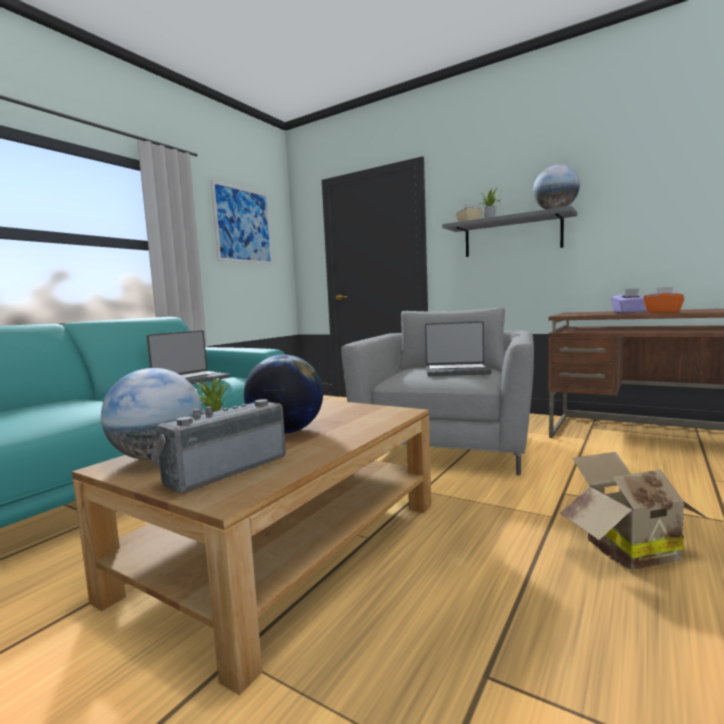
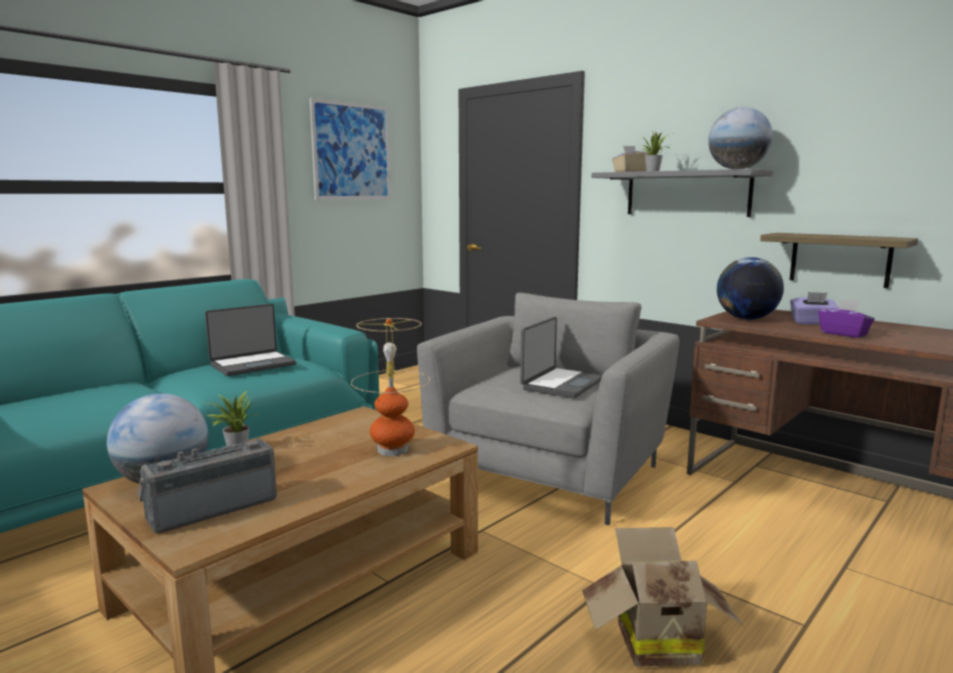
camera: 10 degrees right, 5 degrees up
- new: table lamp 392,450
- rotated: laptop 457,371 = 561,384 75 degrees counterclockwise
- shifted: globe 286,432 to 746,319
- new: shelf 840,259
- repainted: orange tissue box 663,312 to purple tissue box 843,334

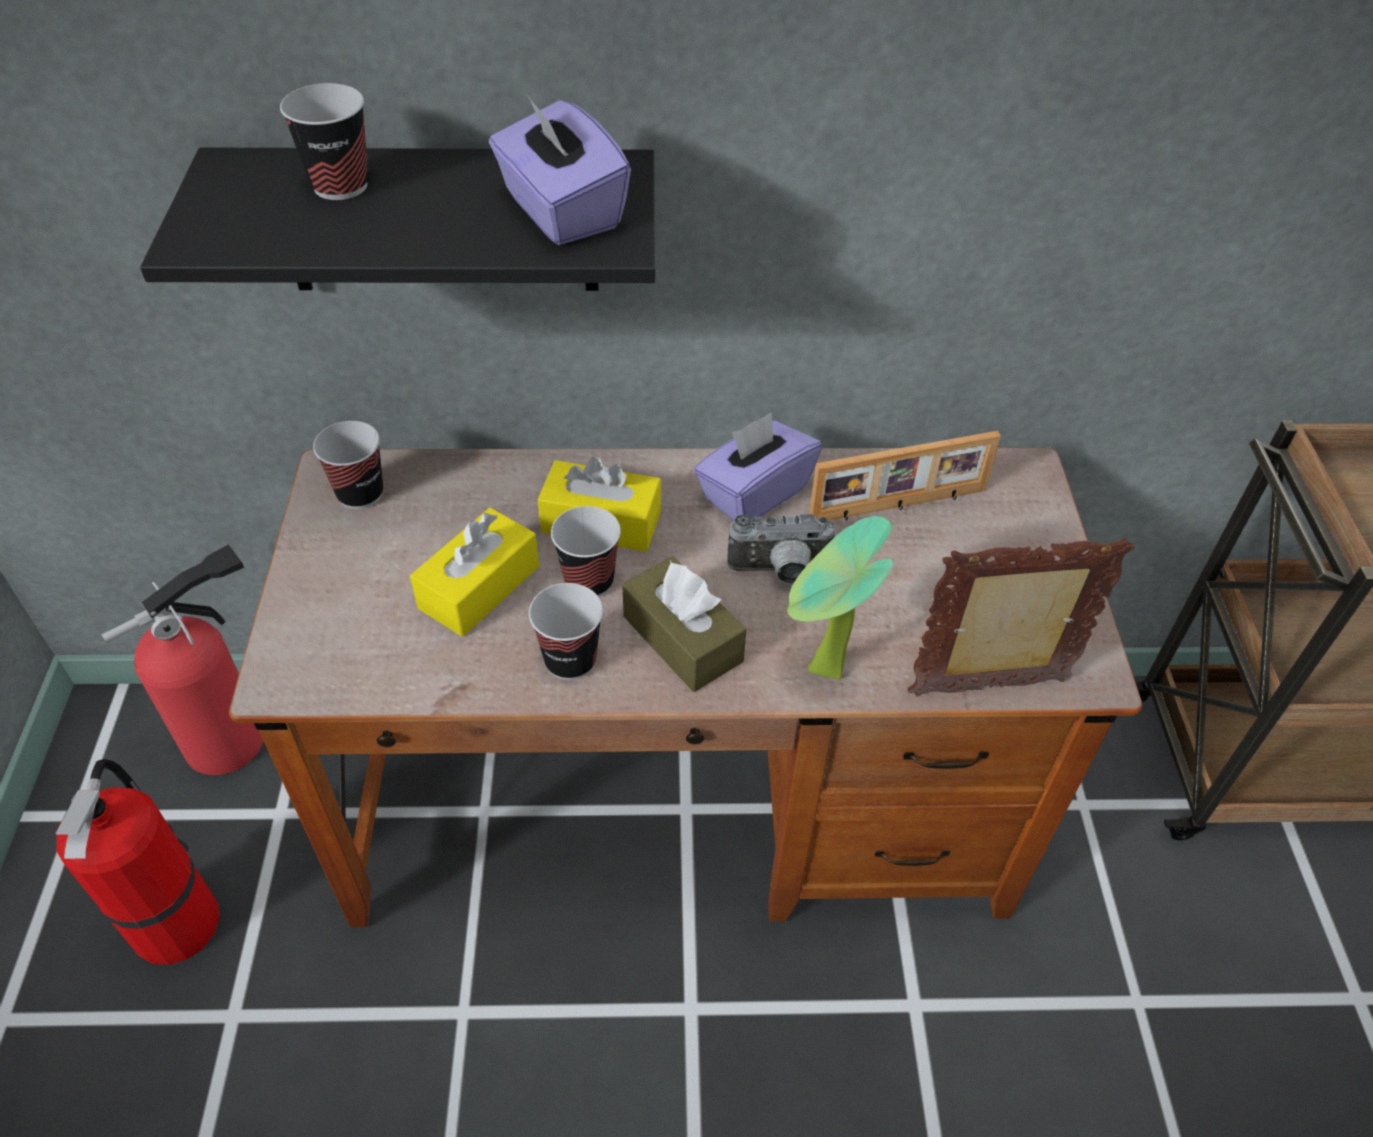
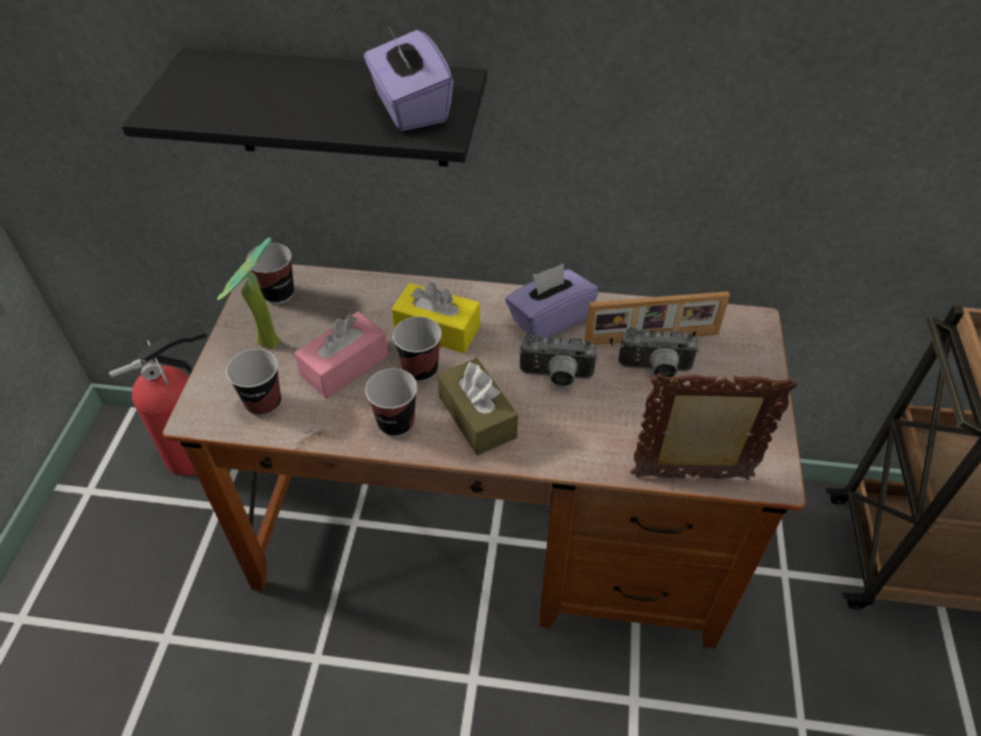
camera: 10 degrees right, 0 degrees up
- shifted: potted plant 821,674 to 264,345
- shifted: cup 340,185 to 263,403
- repainted: yellow tissue box 479,587 to pink tissue box 344,365
- new: photo camera 655,370
- gone: fire extinguisher 176,918

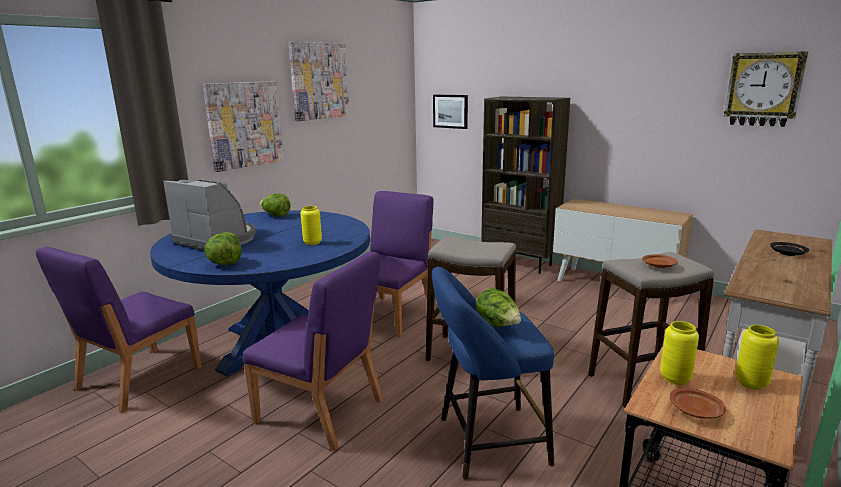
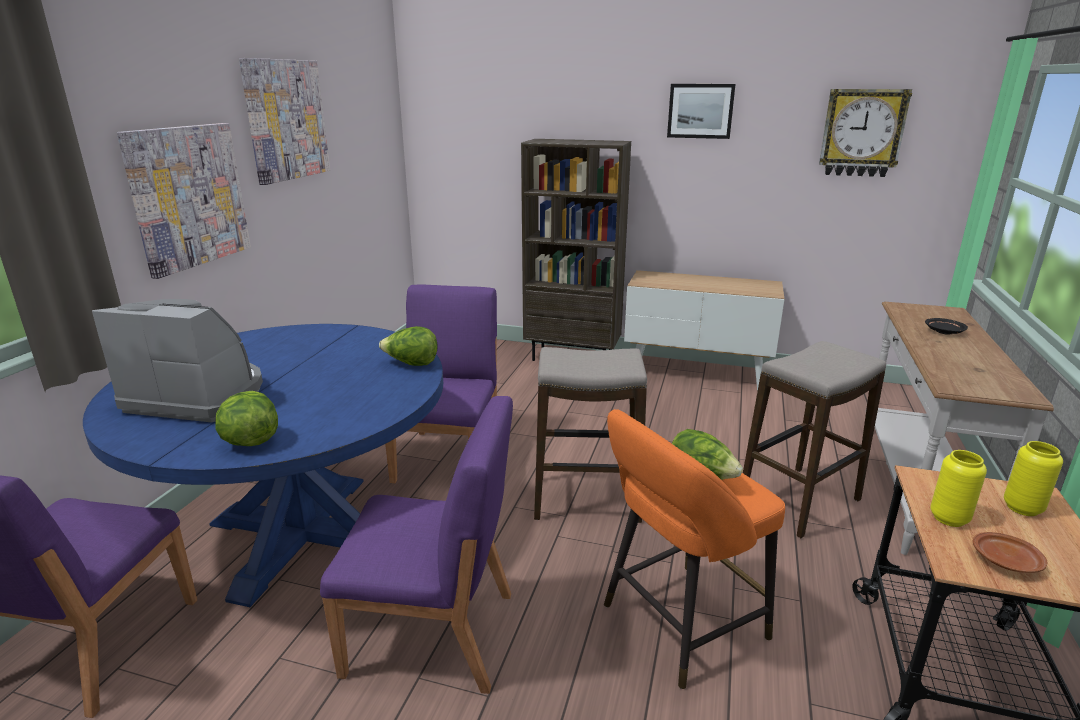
camera: 20 degrees left, 5 degrees up
- shifted: lettuce 275,216 to 411,364
- repainted: blue stool 487,442 to orange stool 677,625
- shifted: picture 450,111 to 700,111
- gone: yellow vase 312,243
- gone: brown plate 659,266

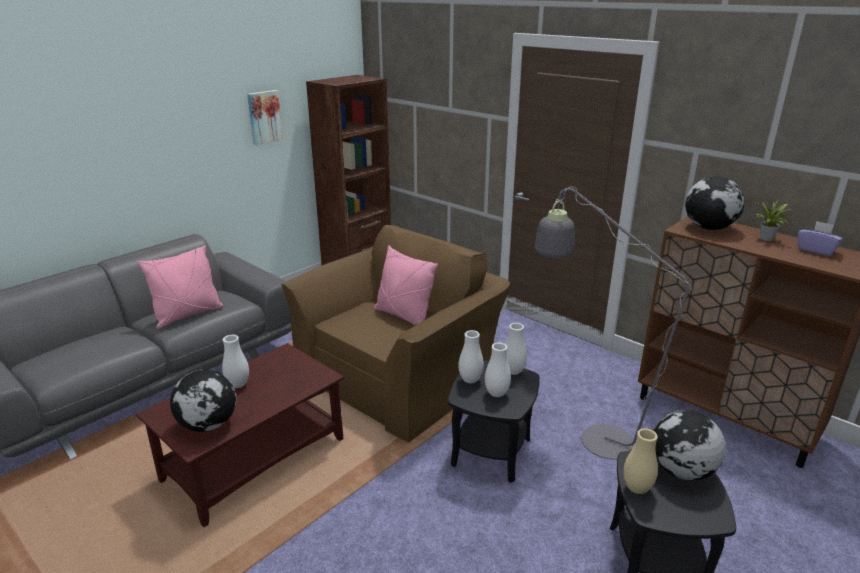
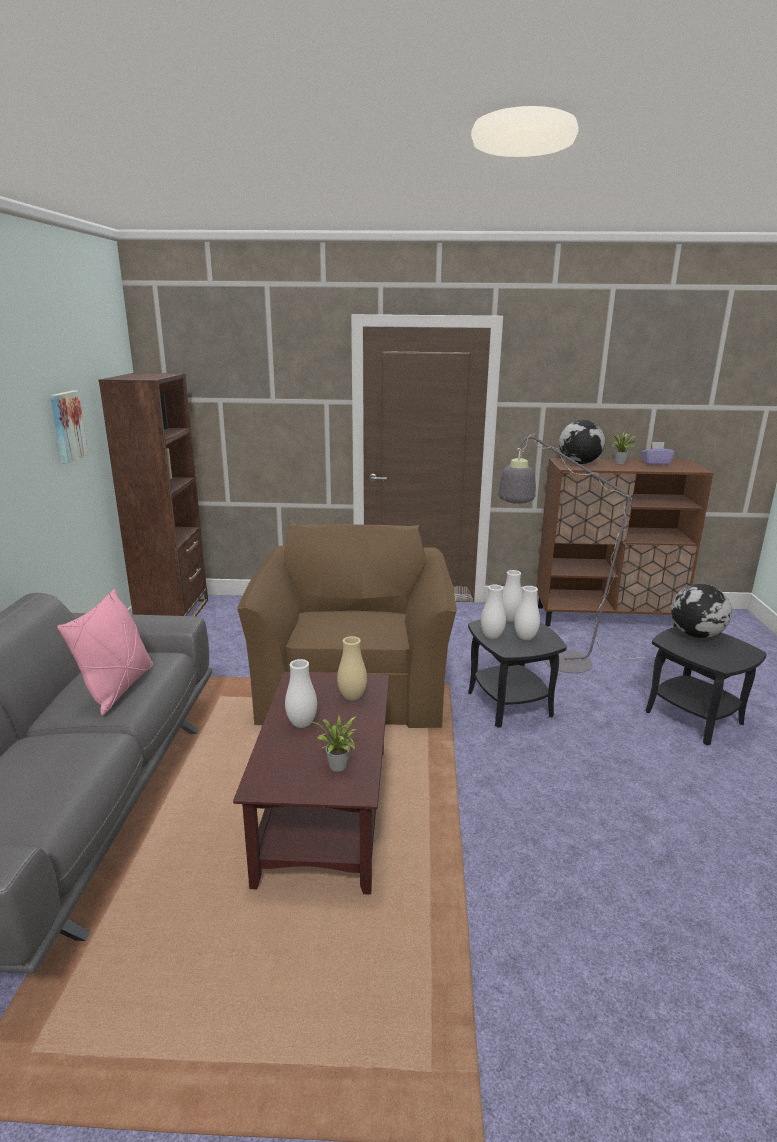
camera: 40 degrees left, 5 degrees down
- swapped: globe 209,424 to potted plant 338,767
- shifted: beige vase 636,488 to 352,697
- gone: pink pillow 403,316

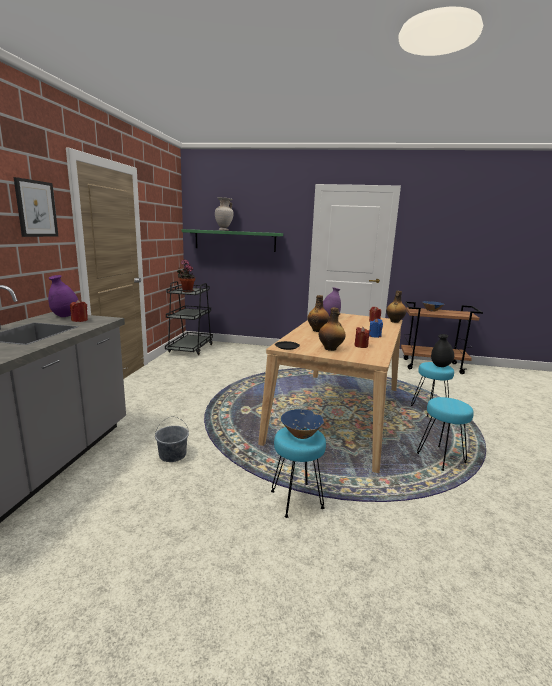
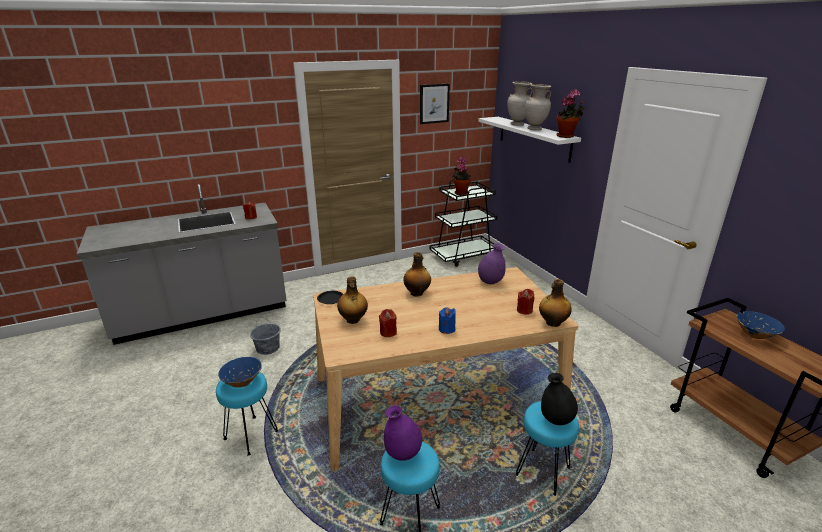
camera: 55 degrees right, 10 degrees up
- shifted: purple vase 65,316 to 403,454
- shifted: picture 36,208 to 434,103
- repainted: green shelf 235,240 to white shelf 533,138
- new: beige vase 534,129
- new: potted plant 566,136

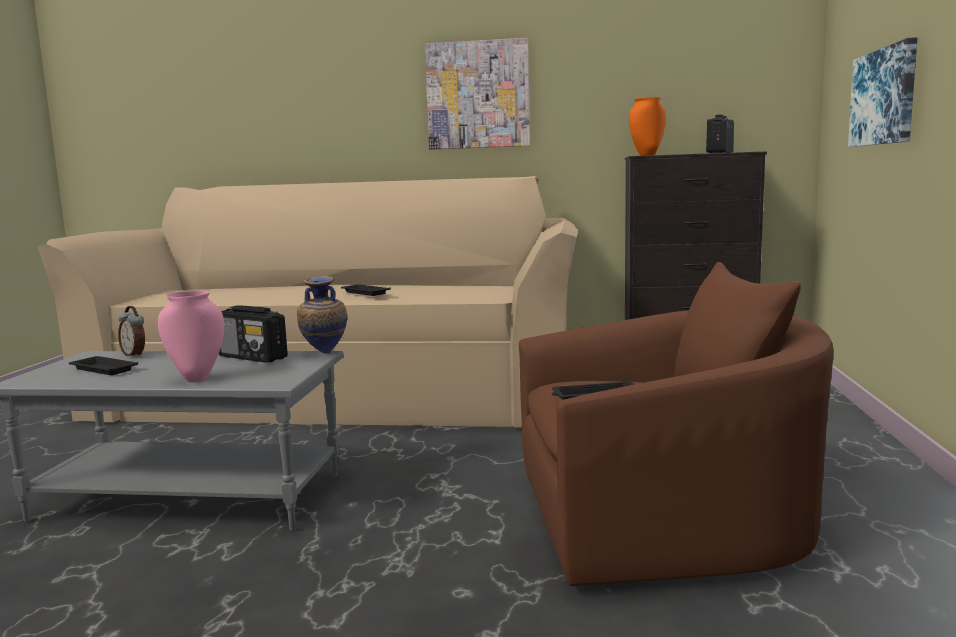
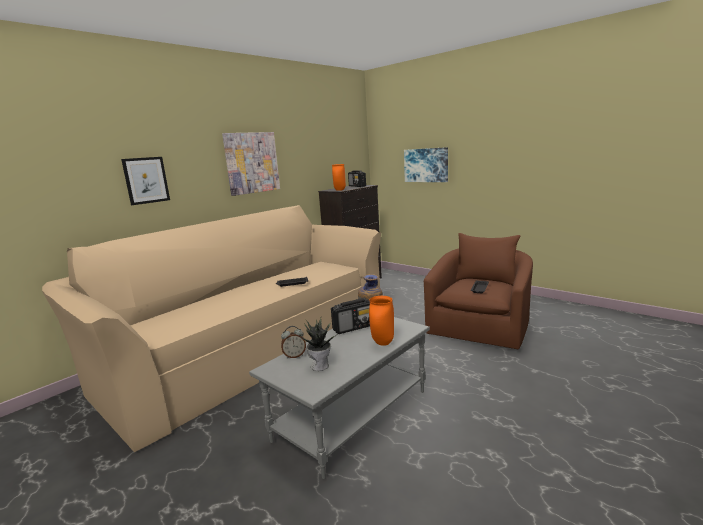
camera: 55 degrees left, 5 degrees up
- new: picture 146,180
- swapped: black tray 103,369 to potted plant 320,366
- repainted: pink vase 196,379 to orange vase 383,343

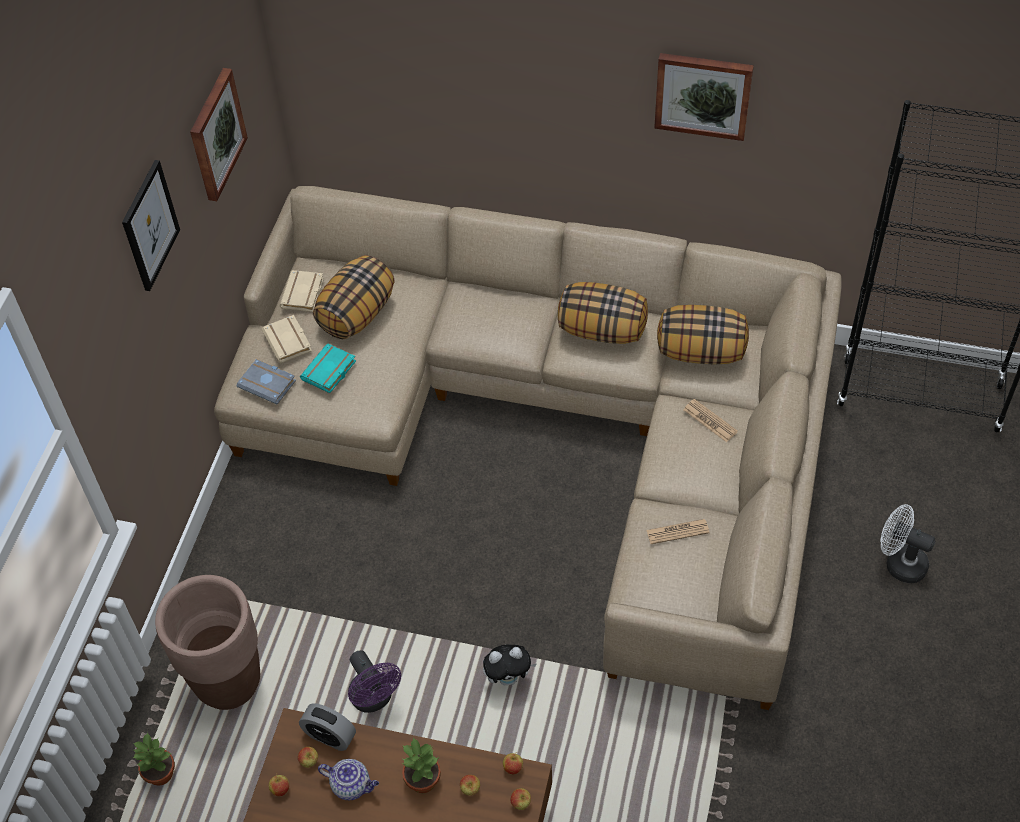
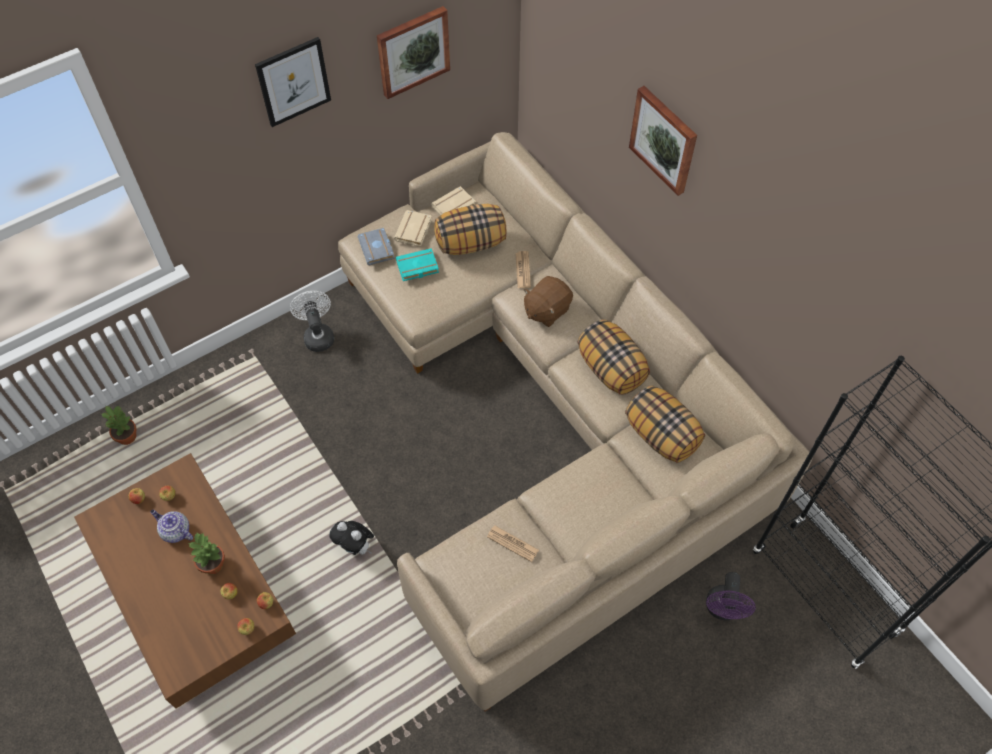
camera: 40 degrees right, 5 degrees up
- rotated: teapot 352,785 = 175,531 150 degrees clockwise
- shifted: white fan 899,563 to 317,335
- shifted: newspaper 710,421 to 523,270
- new: brown plush toy 546,310
- shifted: picture 703,94 to 664,140
- shifted: purple fan 374,699 to 722,610
- gone: brown planter 228,682
- gone: alarm clock 330,736

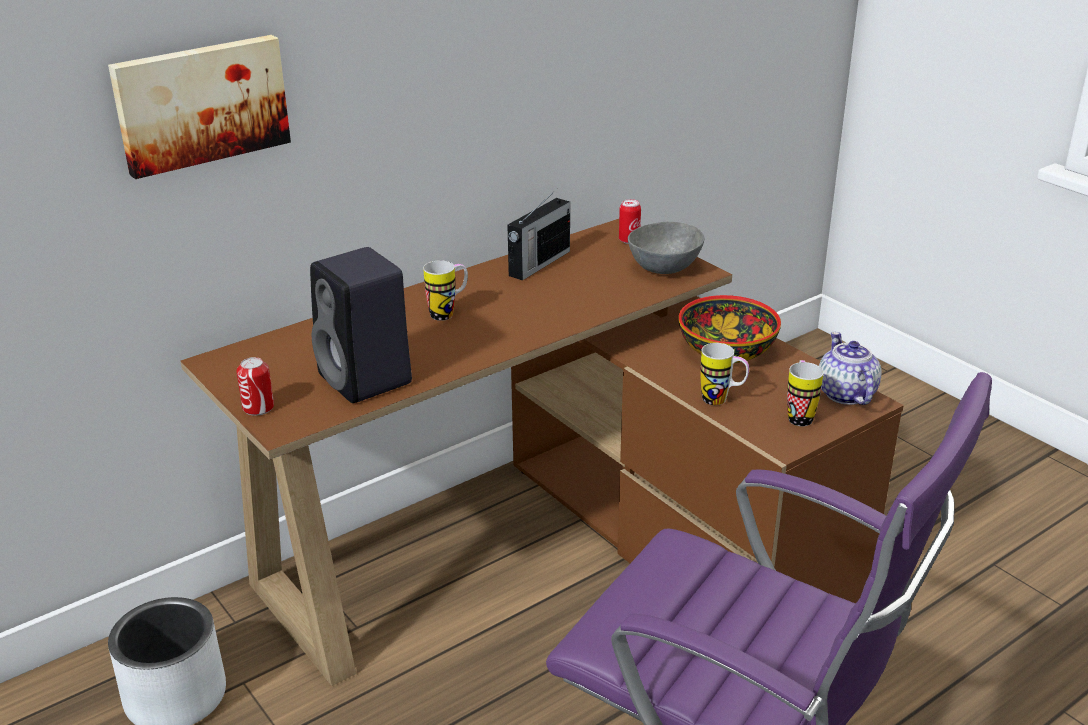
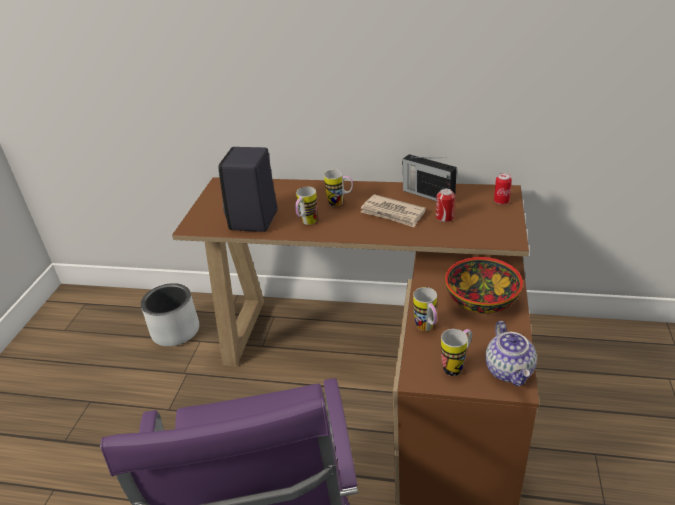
camera: 50 degrees right, 5 degrees up
- new: mug 306,223
- new: newspaper 392,213
- rotated: radio 538,264 = 427,194 45 degrees clockwise
- shifted: can 258,407 to 444,217
- rotated: teapot 845,393 = 510,371 135 degrees clockwise
- gone: picture 201,103
- gone: grey bowl 666,268

